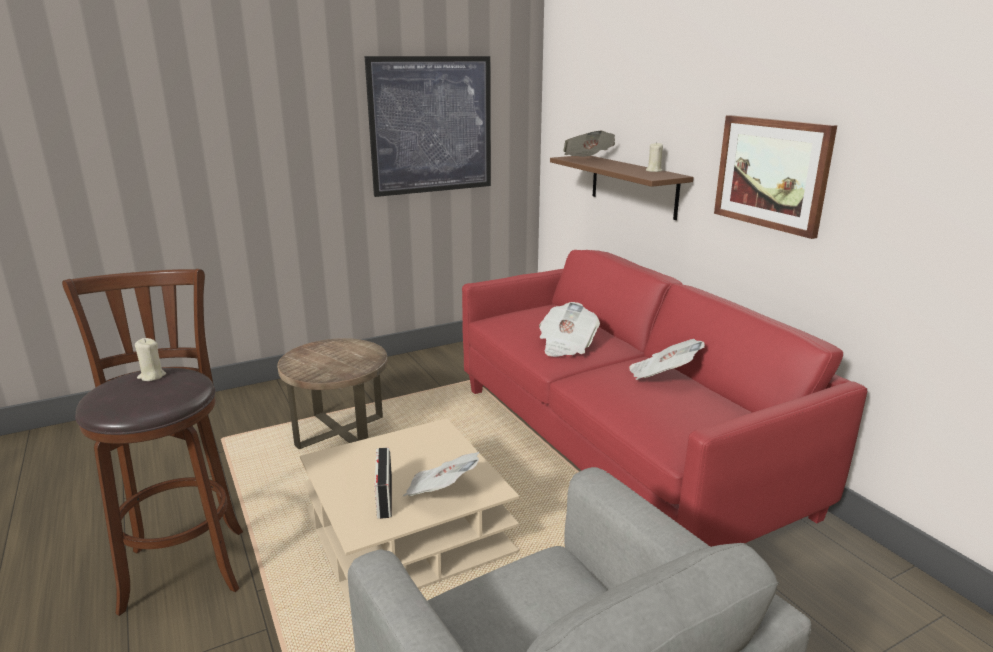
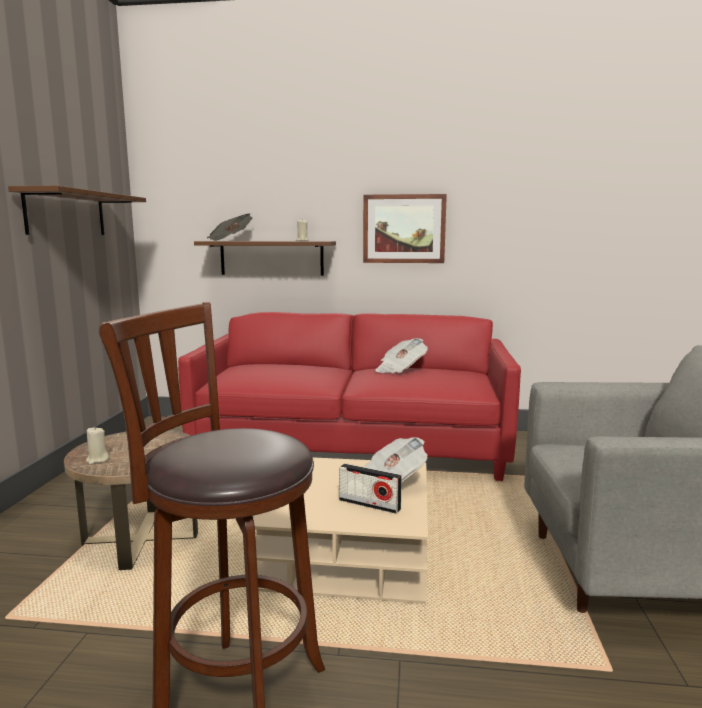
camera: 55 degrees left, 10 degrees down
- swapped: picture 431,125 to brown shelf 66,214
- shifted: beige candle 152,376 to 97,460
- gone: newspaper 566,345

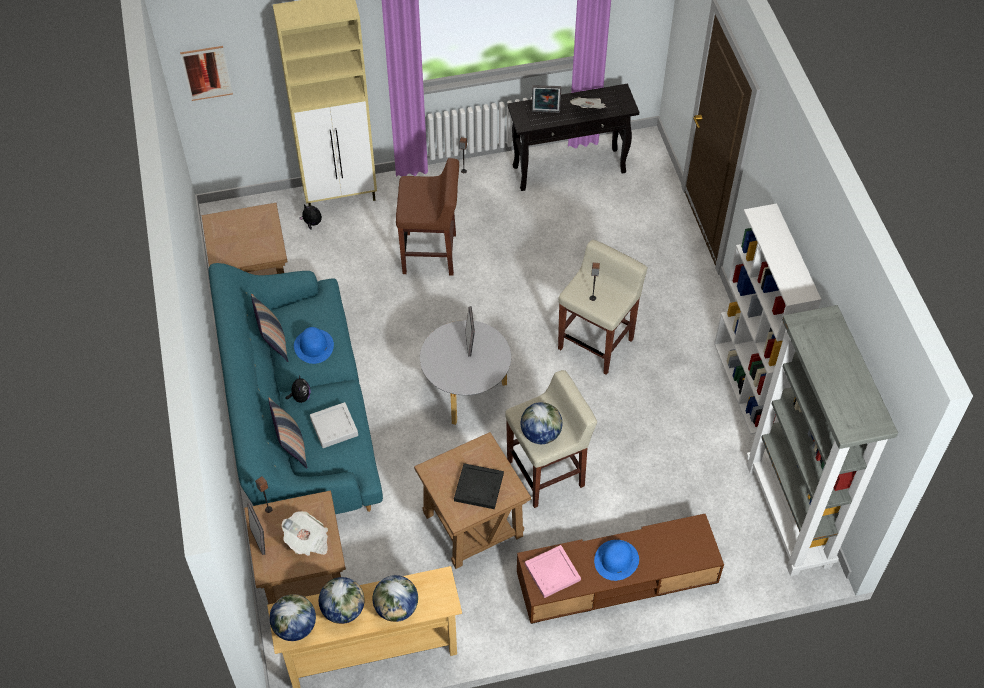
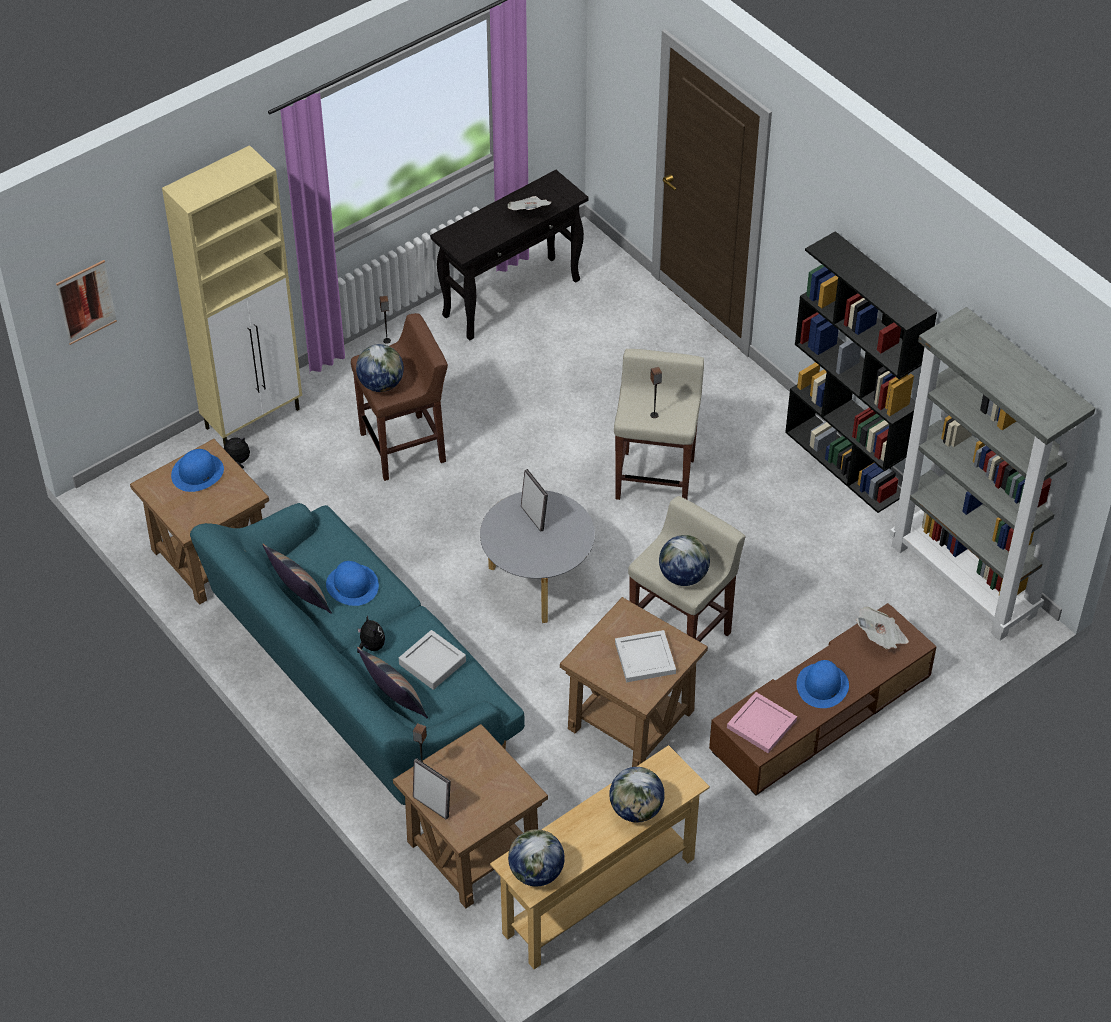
camera: 25 degrees left, 5 degrees down
- new: blue hat 197,472
- shifted: globe 343,610 to 381,384
- repainted: black tray 478,488 to white tray 644,659
- repainted: white bookcase 747,385 to black bookcase 846,463
- shifted: newspaper 307,541 to 881,638
- gone: picture frame 545,113

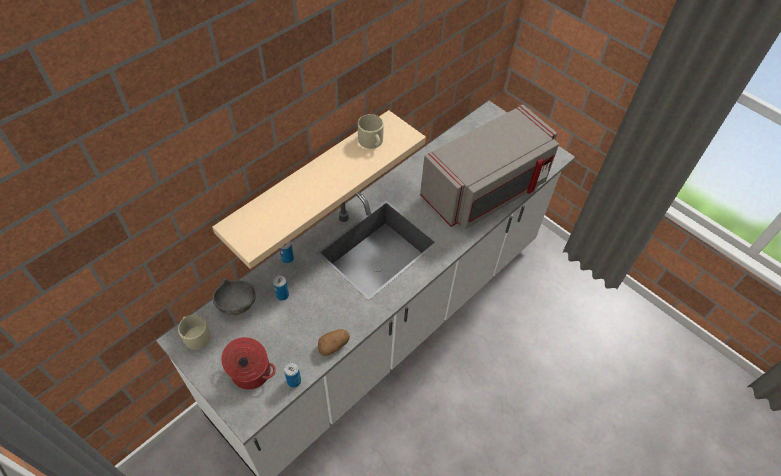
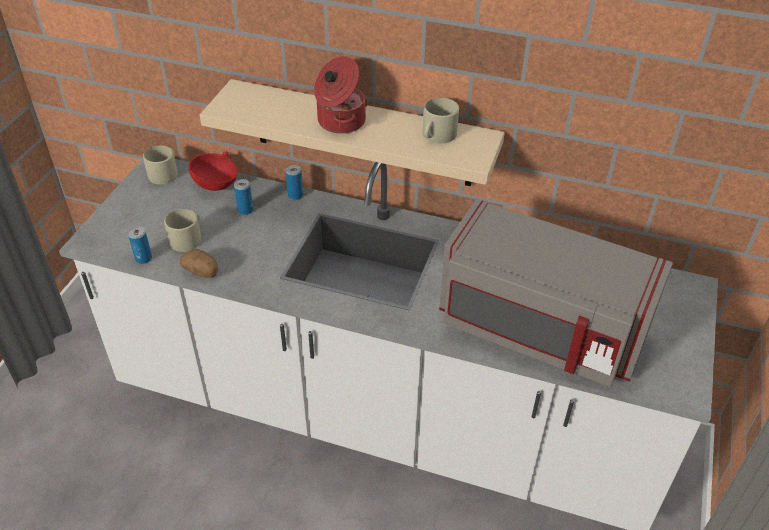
camera: 65 degrees right, 10 degrees down
- new: beige mug 188,238
- repainted: grey bowl 237,304 to red bowl 216,184
- shifted: cooking pot 250,373 to 340,121

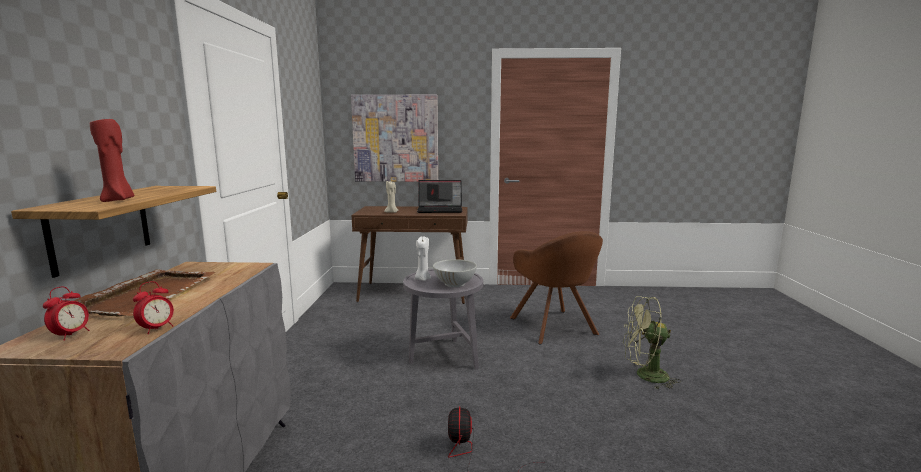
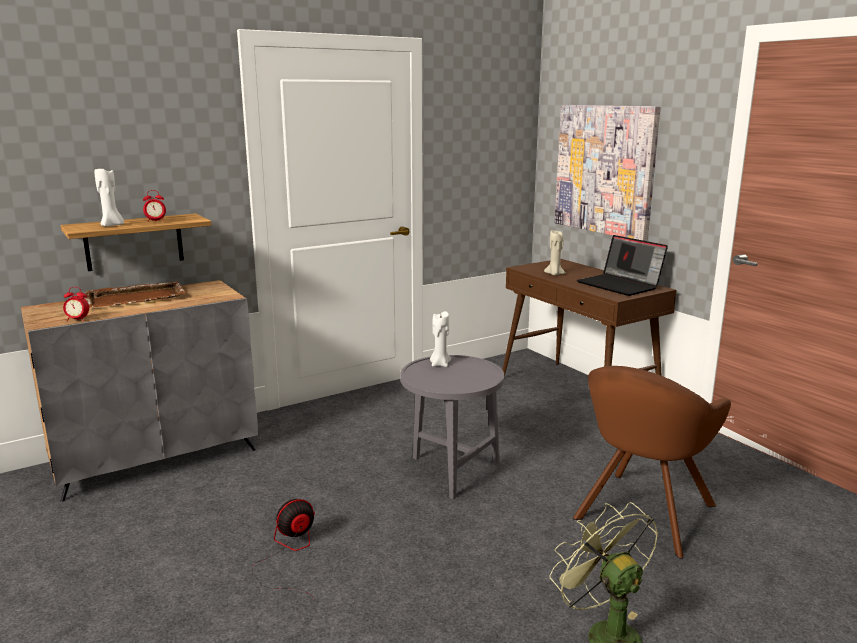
camera: 55 degrees right, 5 degrees up
- repainted: red candle 118,200 to white candle 112,225
- shifted: alarm clock 71,335 to 155,221
- gone: white bowl 455,284

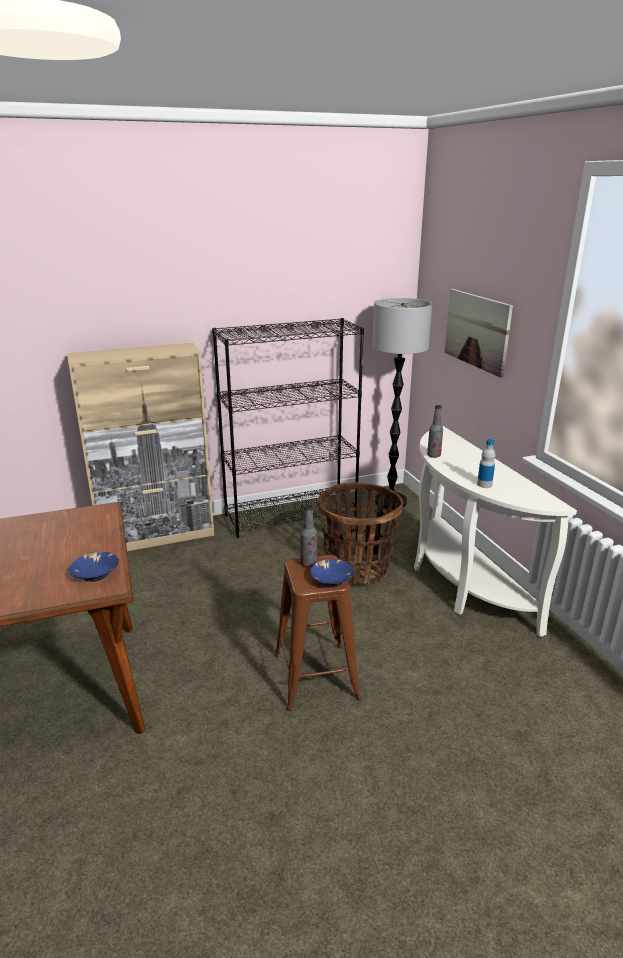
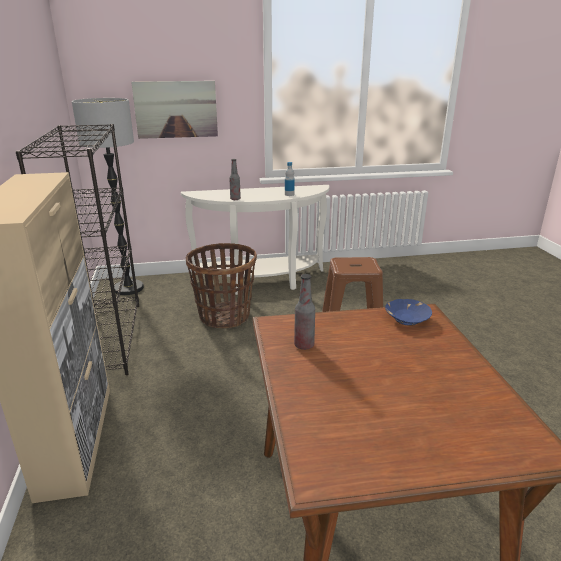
camera: 80 degrees left, 0 degrees up
- shifted: bottle 308,563 to 304,345
- gone: blue bowl 332,579

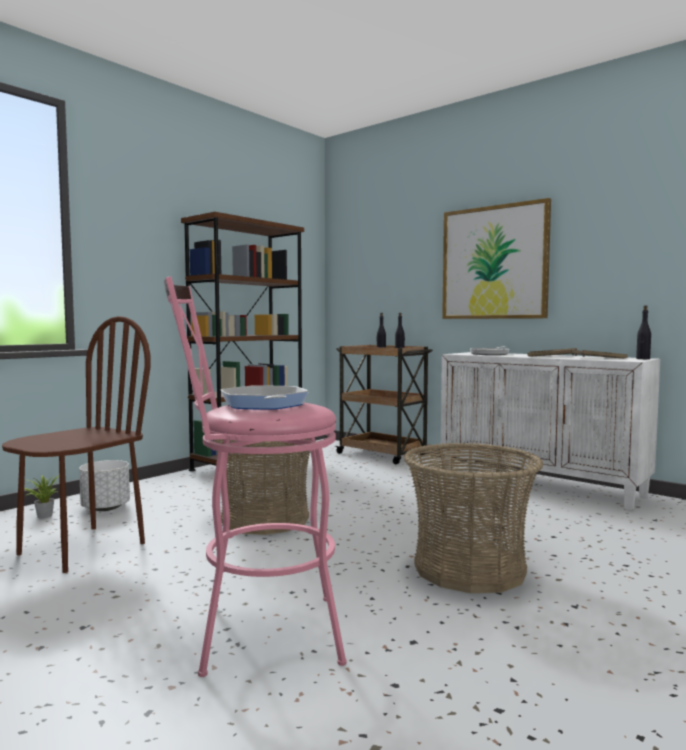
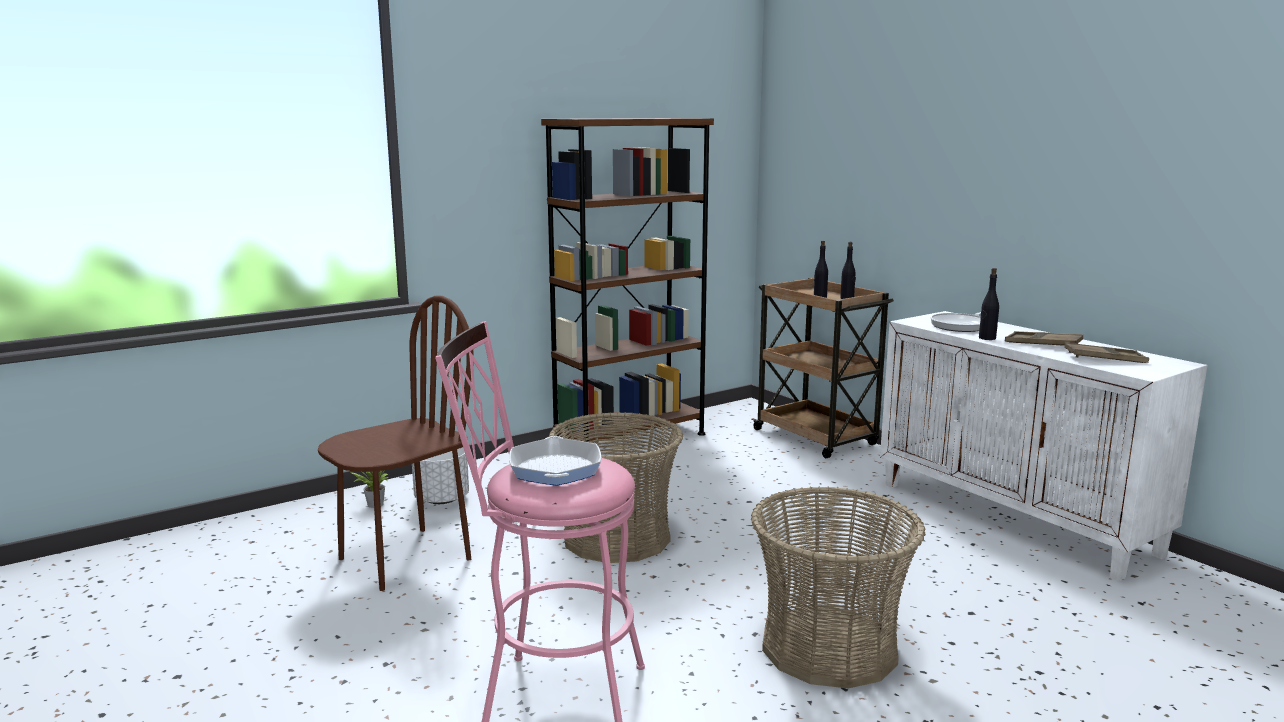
camera: 15 degrees right, 10 degrees up
- shifted: black bottle 643,359 to 987,338
- gone: picture 494,263

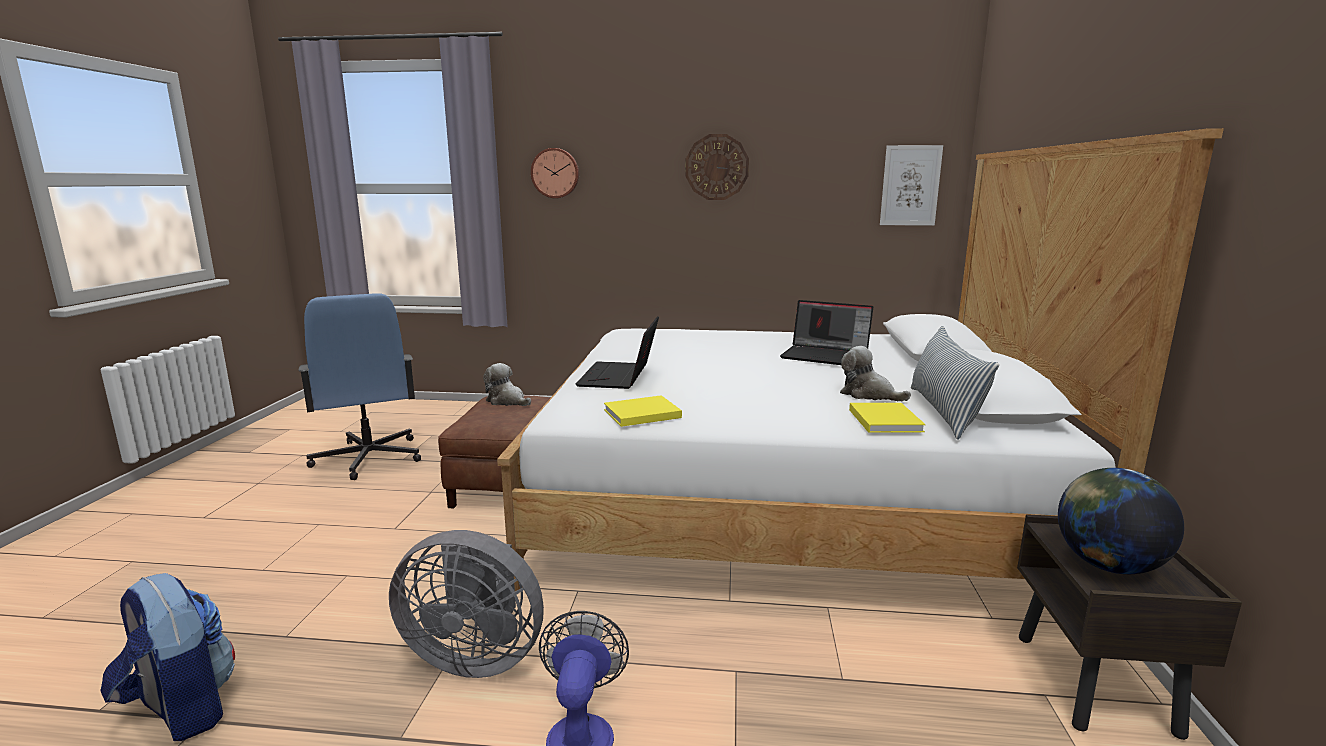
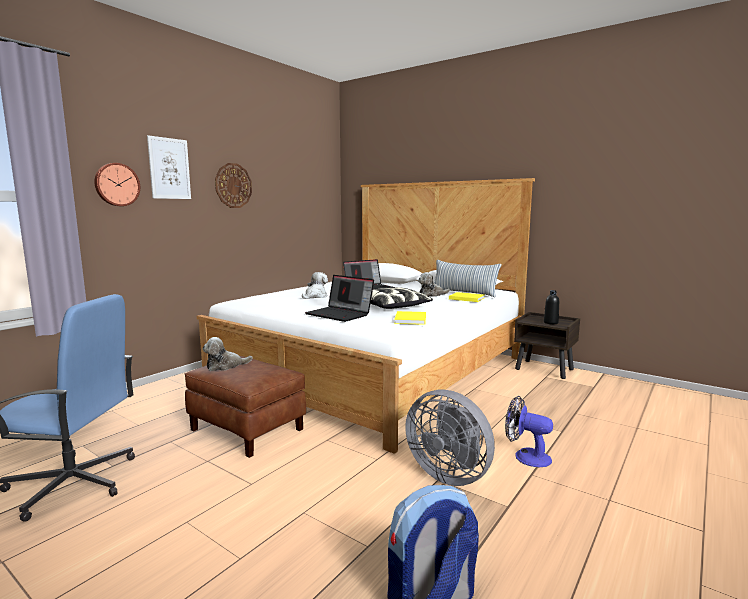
camera: 60 degrees left, 5 degrees down
- shifted: picture 910,185 to 169,168
- new: plush toy 315,296
- new: pillow 393,306
- rotated: grey fan 475,656 = 449,474 90 degrees clockwise
- swapped: globe 1107,565 to black bottle 550,322

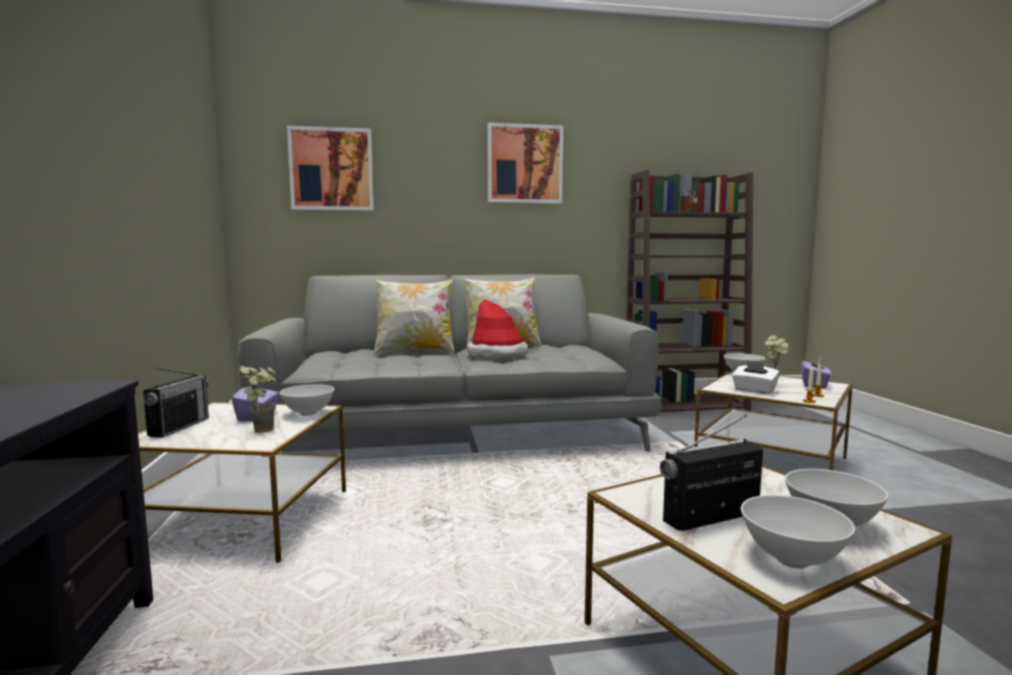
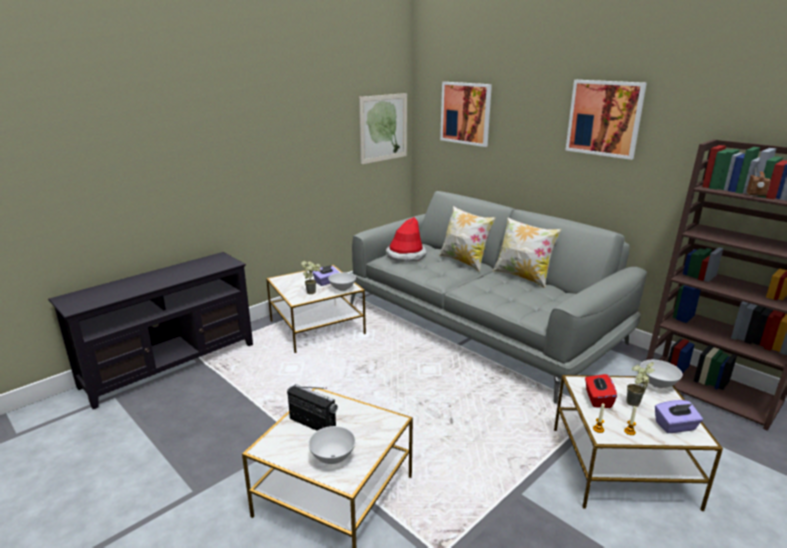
camera: 55 degrees right, 15 degrees up
- new: picture 383,128
- shifted: hat 497,354 to 405,255
- repainted: white tissue box 754,390 to red tissue box 597,399
- gone: radio 179,427
- gone: white bowl 792,560

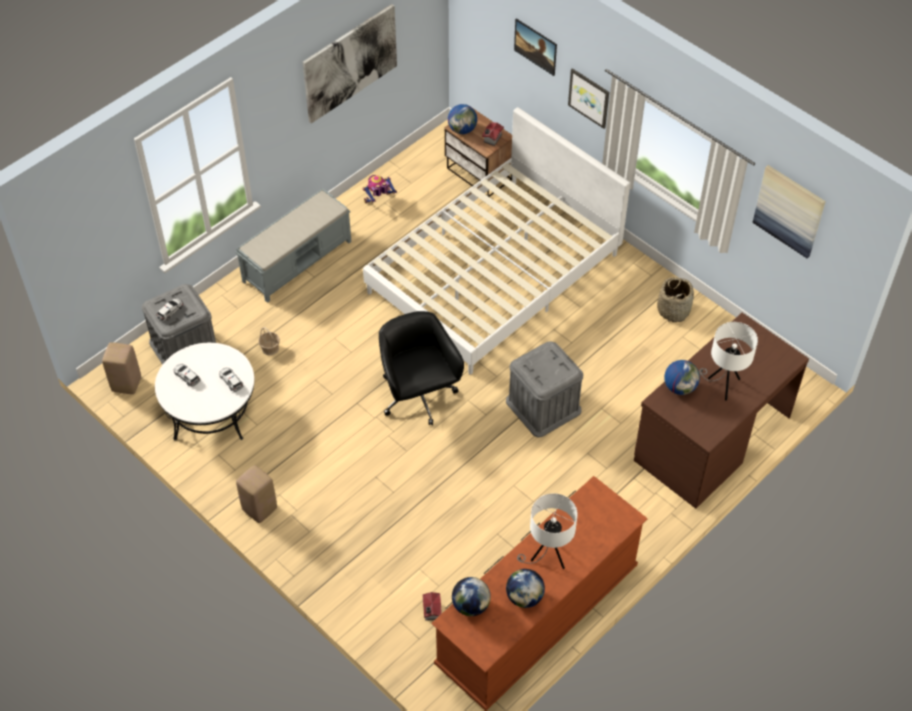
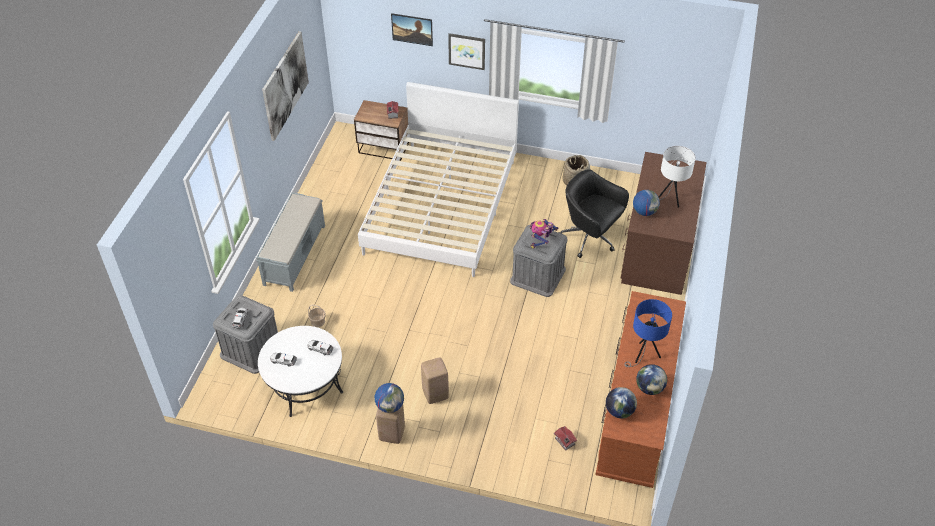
camera: 30 degrees left, 5 degrees down
- shifted: globe 462,130 to 390,406
- shifted: beige stool 127,384 to 435,393
- shifted: toy robot 379,200 to 541,242
- shifted: black office chair 418,397 to 589,238
- repainted: white table lamp 547,556 to blue table lamp 643,355
- gone: picture 789,210

